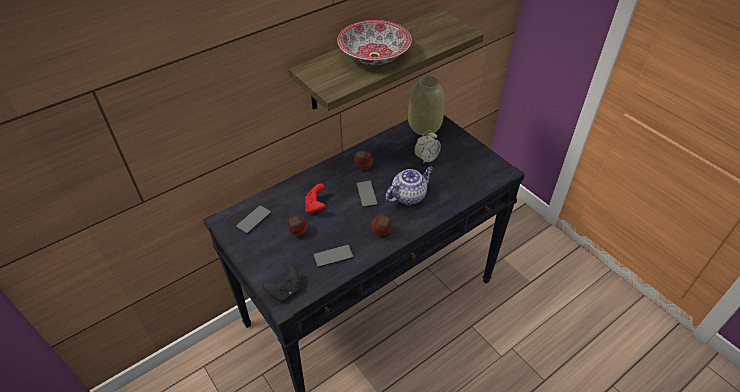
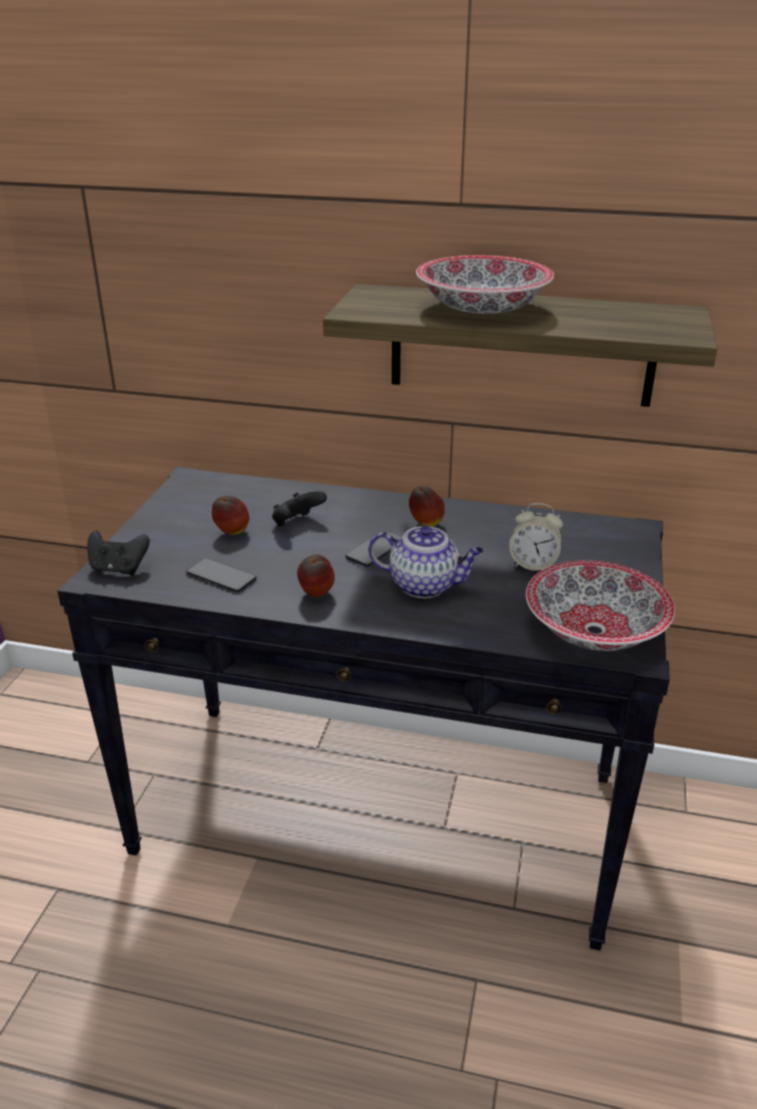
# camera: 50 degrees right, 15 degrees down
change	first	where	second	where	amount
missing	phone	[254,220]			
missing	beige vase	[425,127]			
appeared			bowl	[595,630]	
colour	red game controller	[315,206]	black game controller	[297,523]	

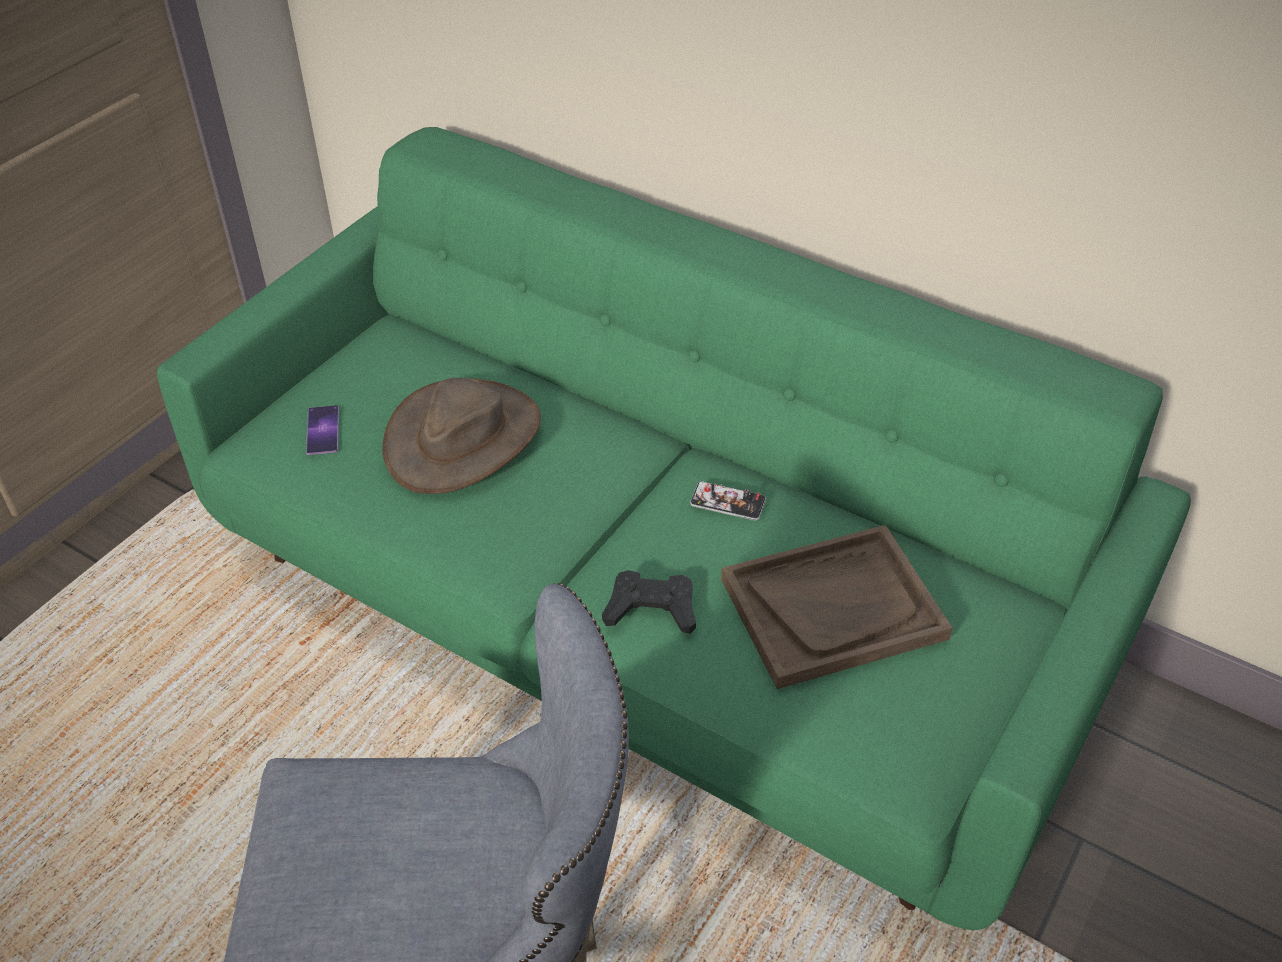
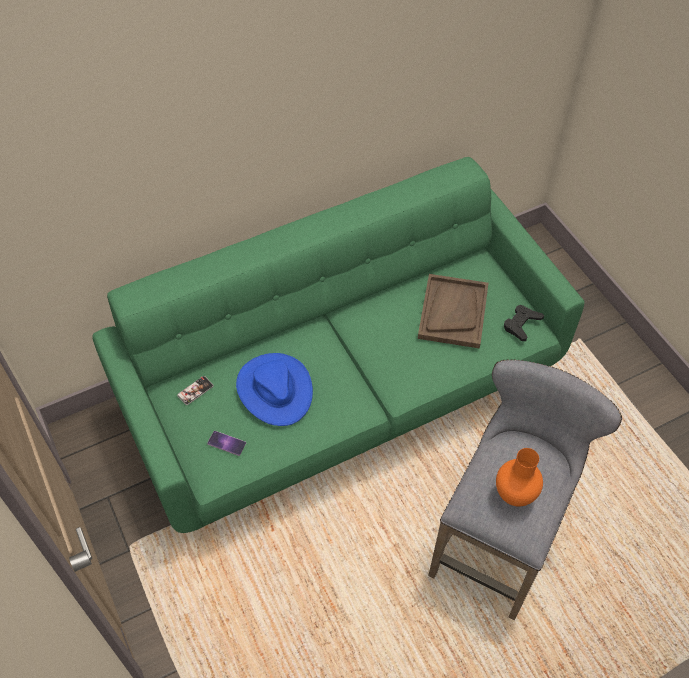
# camera: 60 degrees left, 10 degrees up
change	first	where	second	where	amount
appeared			orange vase	[513,495]	
relocated	black game controller	[651,608]		[521,324]	
relocated	phone	[728,502]		[195,390]	
colour	brown hat	[462,438]	blue hat	[274,389]	

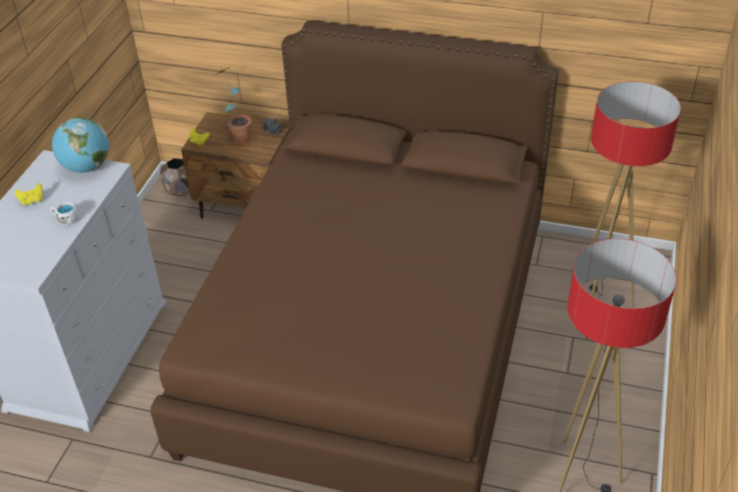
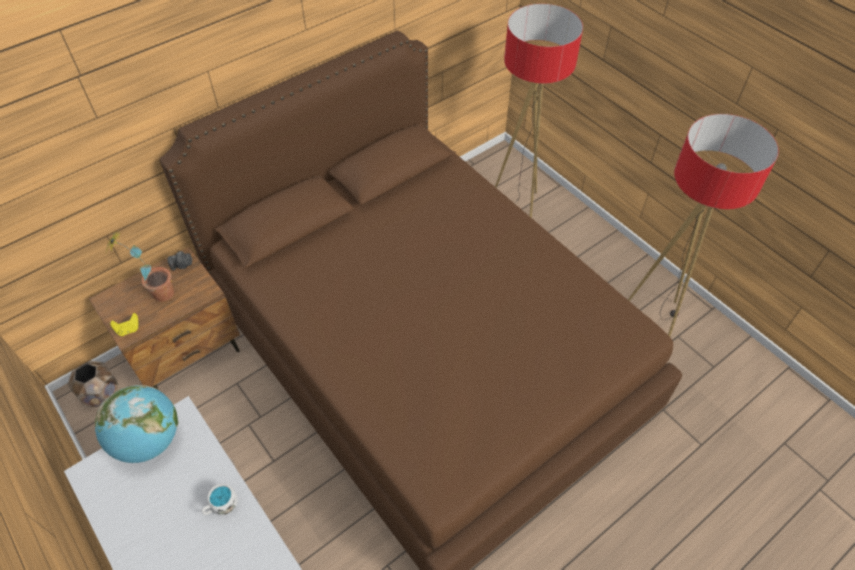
# camera: 55 degrees left, 10 degrees up
change	first	where	second	where	amount
missing	yellow game controller	[32,201]			

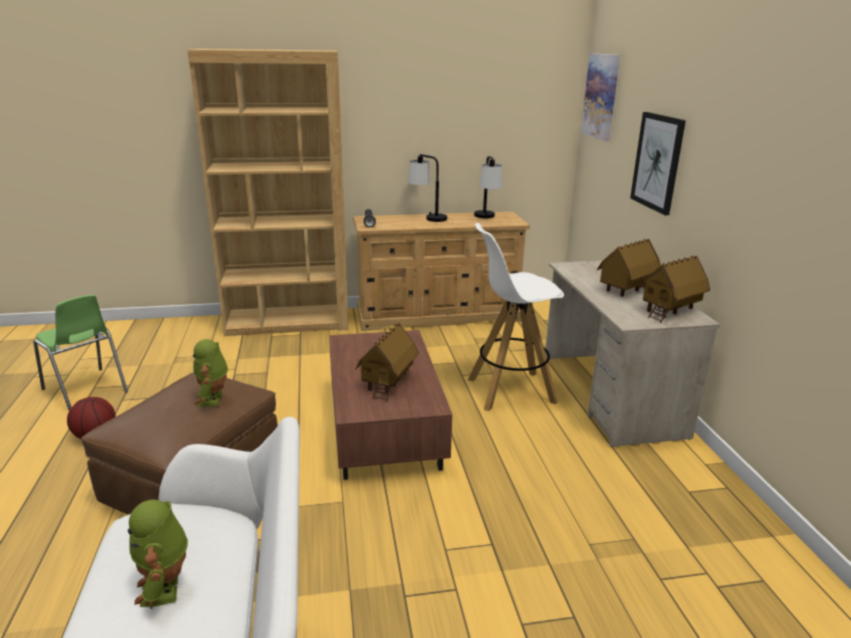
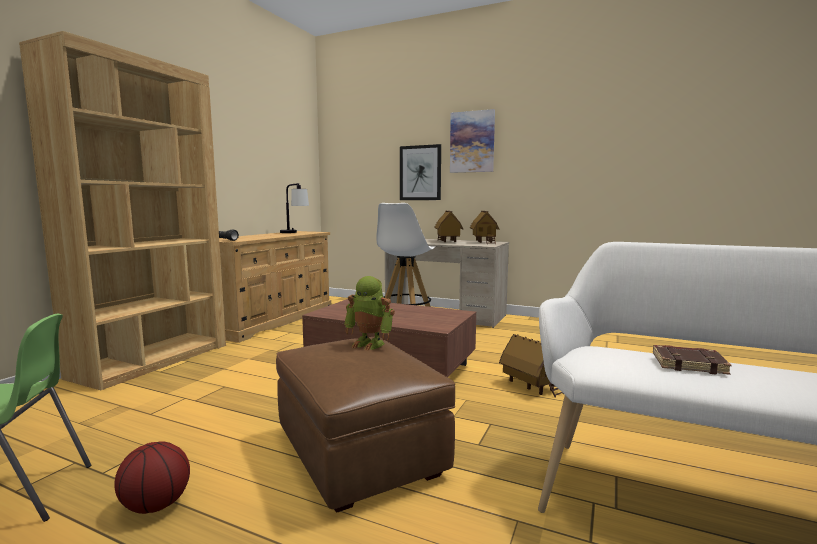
# camera: 55 degrees left, 15 degrees down
change	first	where	second	where	amount
missing	table lamp	[427,217]			
relocated	toy house	[388,382]		[531,386]	
relocated	picture	[601,96]		[472,142]	
exchanged	toy robot	[165,588]	brown book	[689,364]	

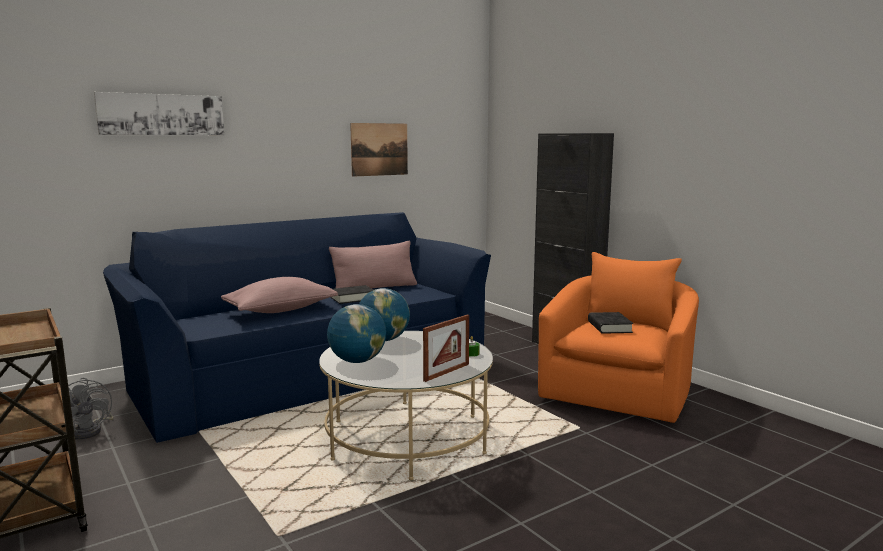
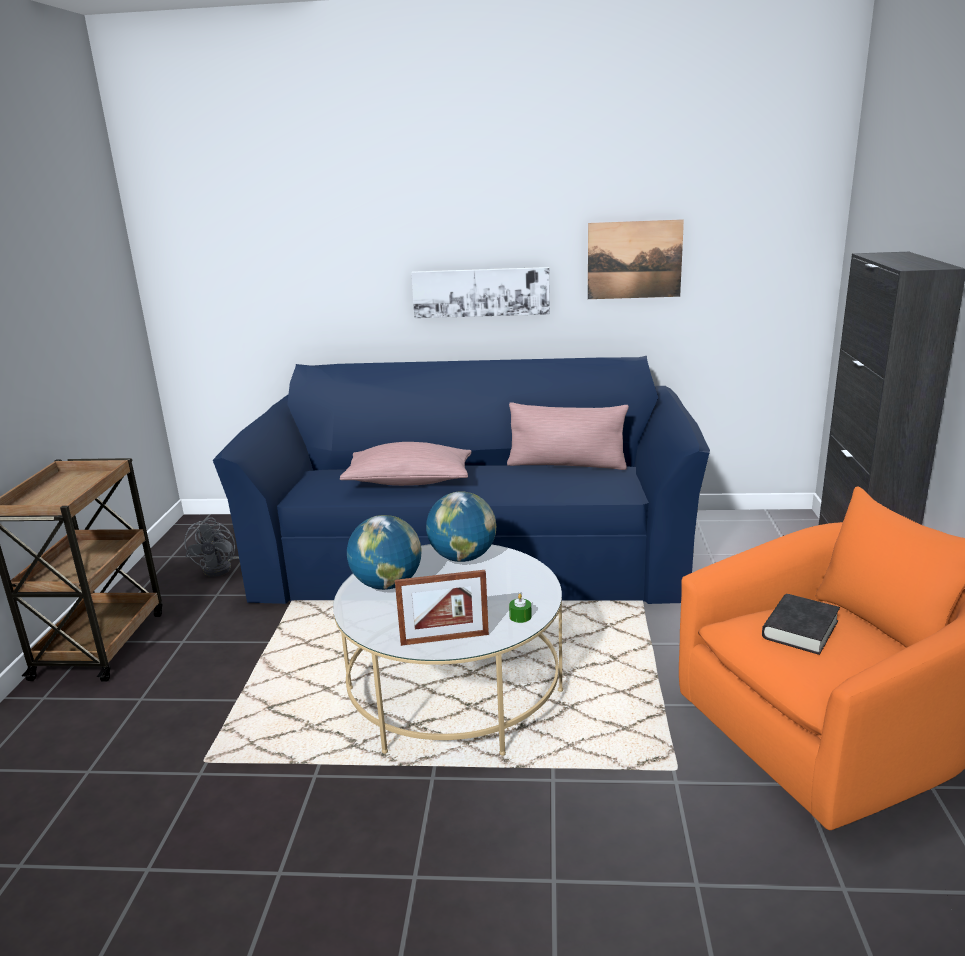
# camera: 40 degrees right, 10 degrees up
change	first	where	second	where	amount
missing	black book	[352,298]			
relocated	picture	[161,114]		[481,292]	

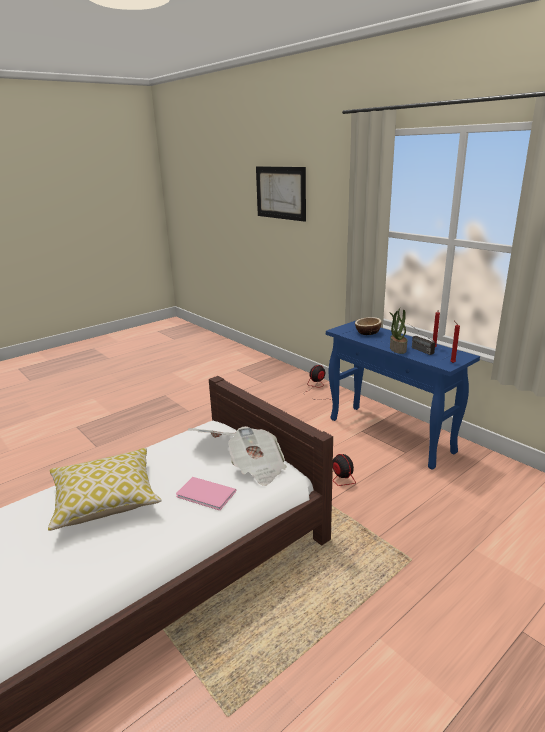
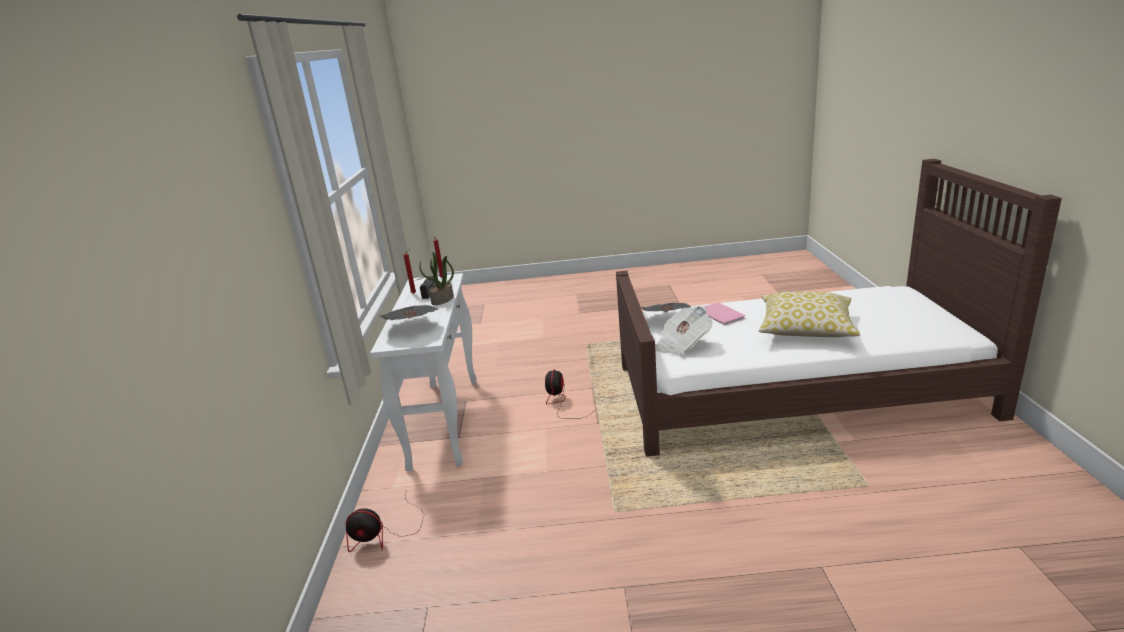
# camera: 140 degrees left, 0 degrees up
change	first	where	second	where	amount
missing	picture	[280,193]			
exchanged	bowl	[367,332]	newspaper	[412,327]	
colour	blue console table	[391,435]	white console table	[444,420]	

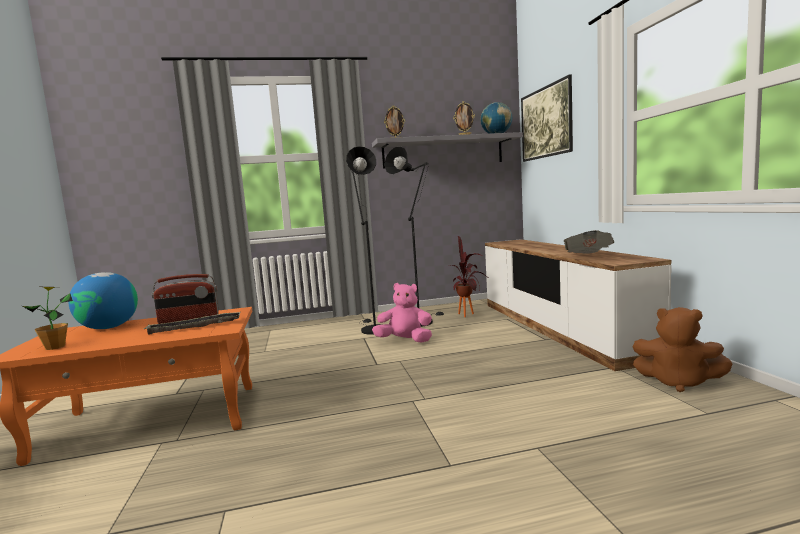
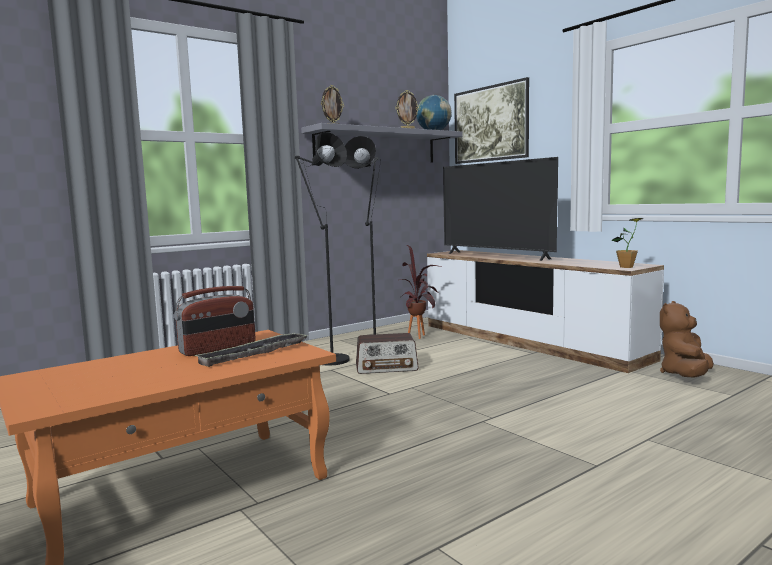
# camera: 25 degrees left, 0 degrees up
change	first	where	second	where	amount
missing	globe	[108,327]			
missing	newspaper	[588,256]			
appeared			television	[496,256]	
relocated	potted plant	[55,347]		[626,267]	
exchanged	pink plush toy	[405,341]	radio	[387,367]	
spun	brown plush toy	[678,382]		[685,376]	120 degrees clockwise

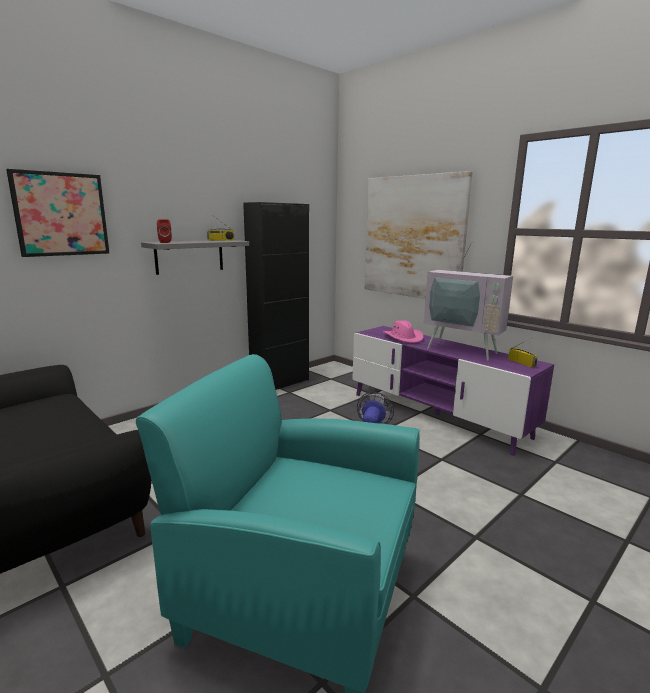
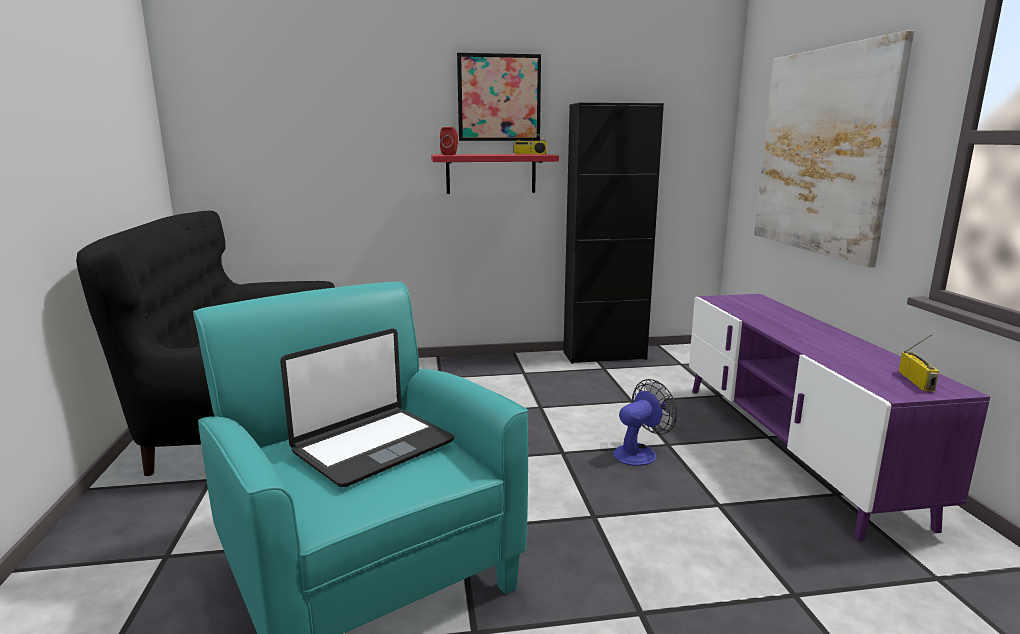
# camera: 35 degrees right, 0 degrees up
change	first	where	second	where	amount
missing	pink hat	[403,338]			
missing	television	[464,349]			
appeared			laptop	[372,446]	
relocated	picture	[61,214]		[499,98]	
colour	grey shelf	[189,256]	red shelf	[491,173]	

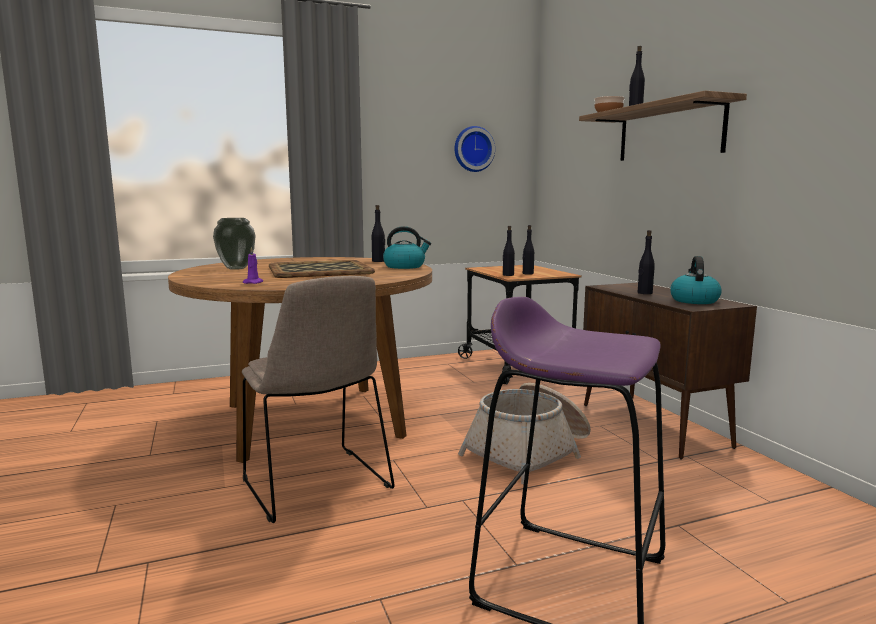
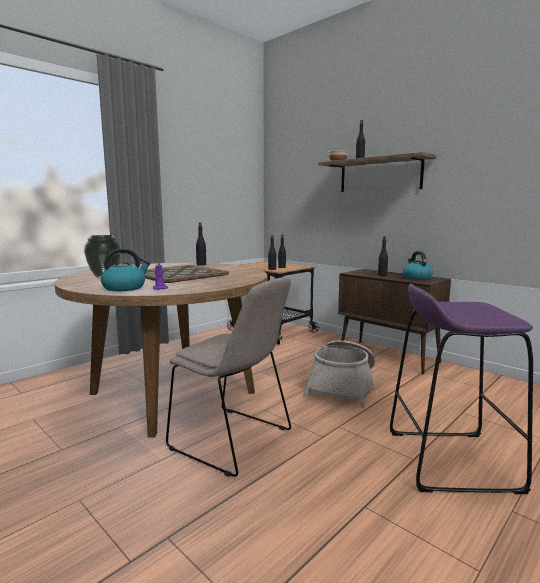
# camera: 25 degrees left, 0 degrees up
change	first	where	second	where	amount
missing	wall clock	[473,149]			
relocated	kettle	[405,266]		[125,288]	

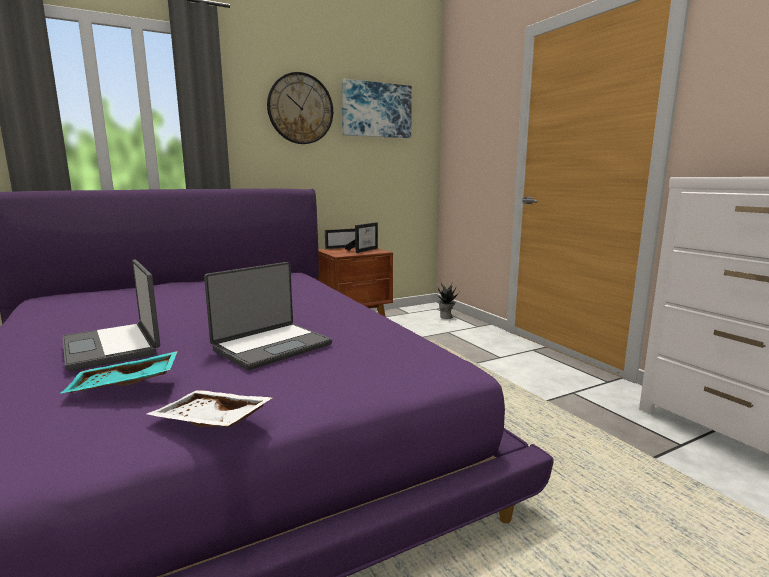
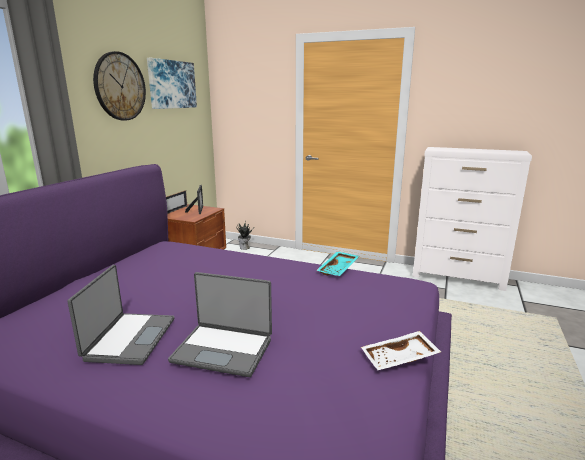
# camera: 40 degrees left, 5 degrees up
change	first	where	second	where	amount
relocated	turquoise tray	[125,385]		[339,269]	
relocated	laptop	[271,346]		[129,339]	

